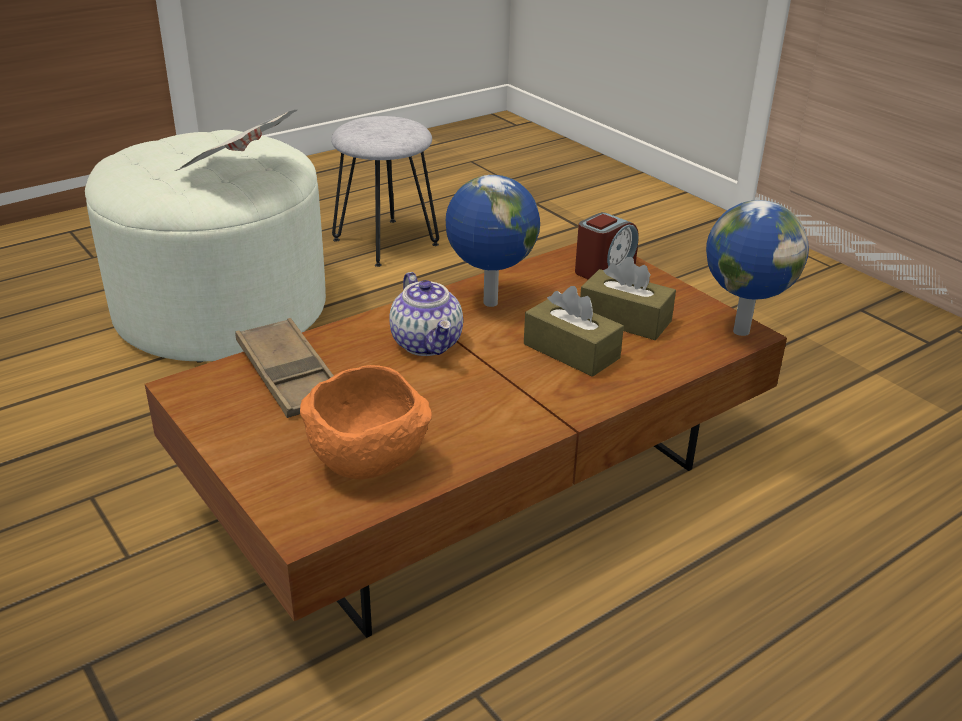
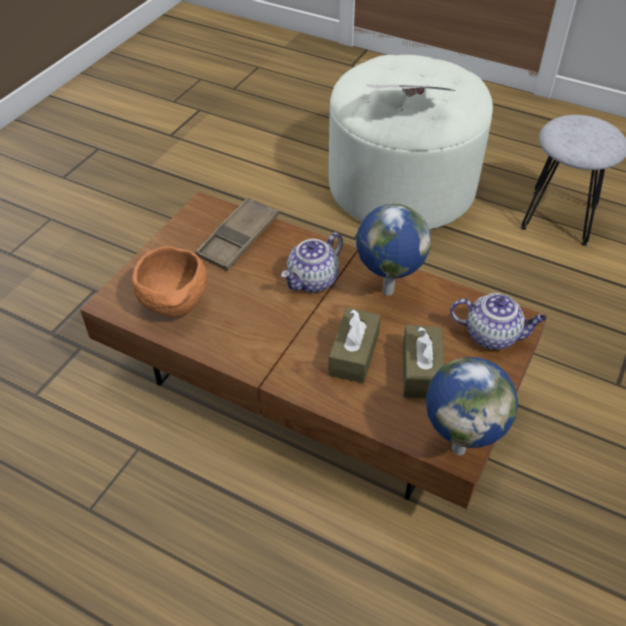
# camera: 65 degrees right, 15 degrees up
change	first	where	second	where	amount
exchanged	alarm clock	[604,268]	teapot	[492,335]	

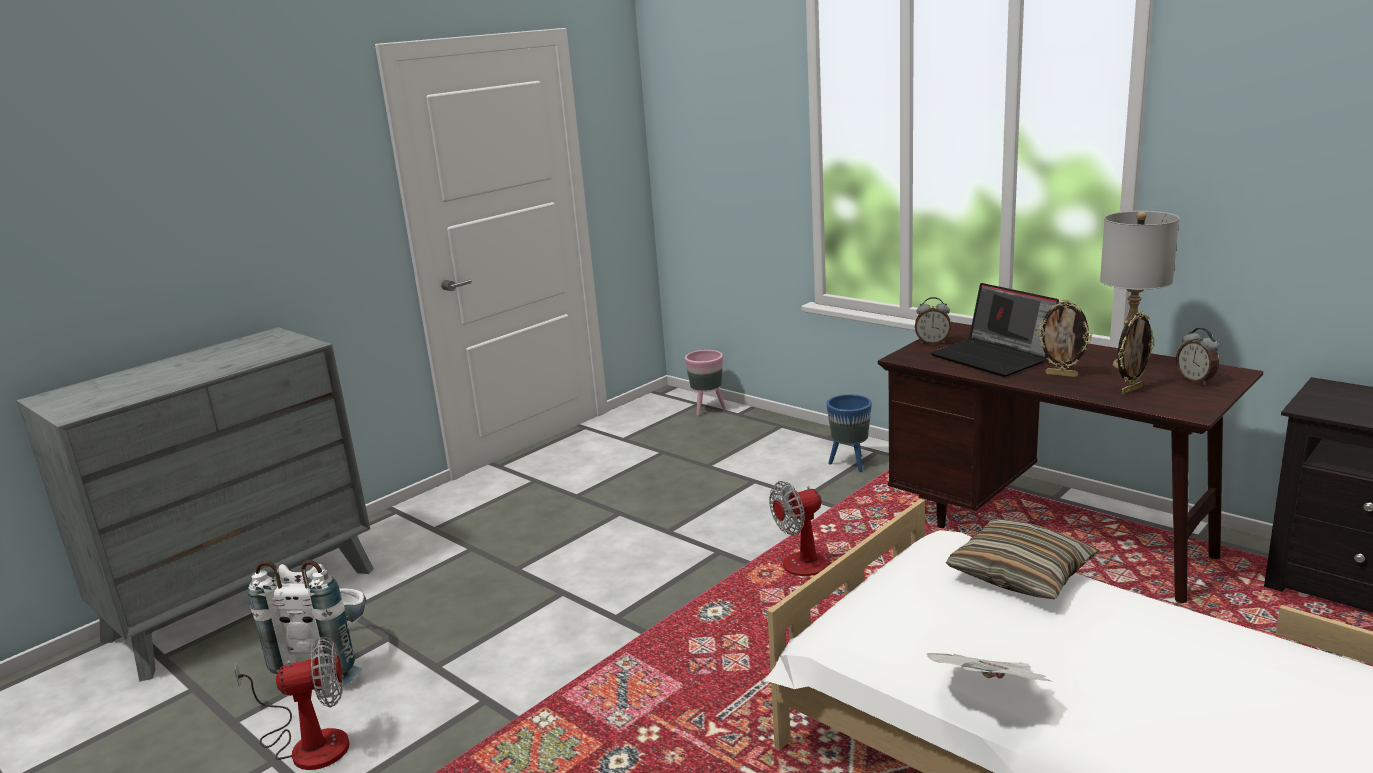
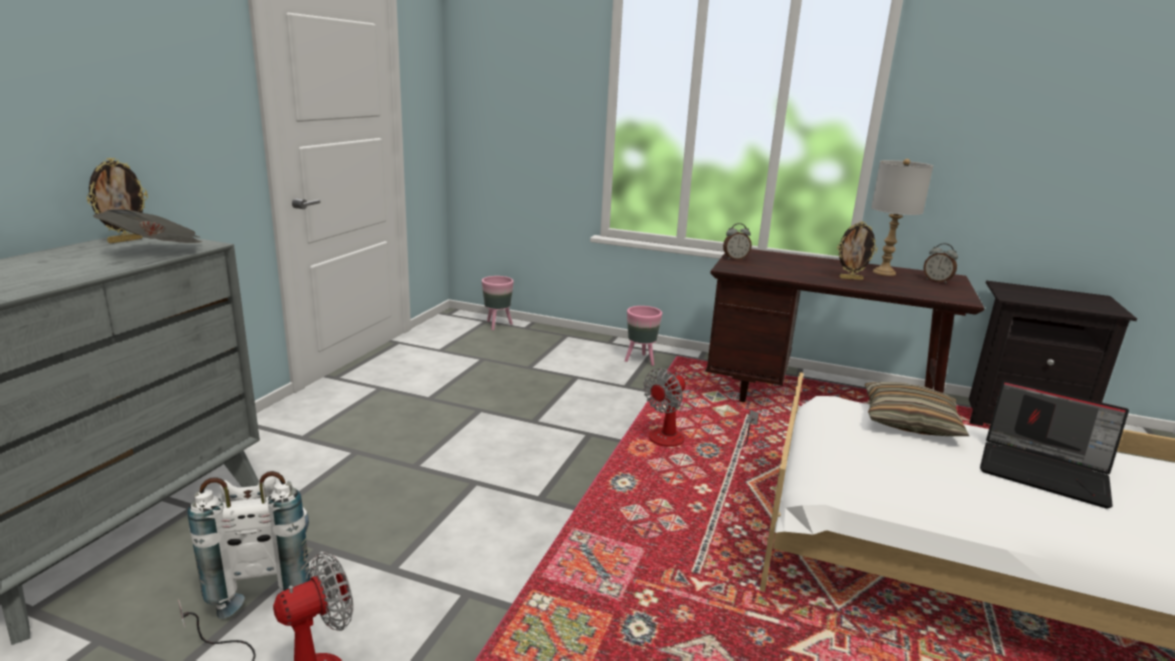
# camera: 25 degrees left, 0 degrees up
change	first	where	second	where	amount
relocated	newspaper	[990,693]		[158,252]	
relocated	laptop	[994,357]		[1045,471]	
relocated	picture frame	[1131,390]		[125,240]	
colour	blue planter	[850,464]	pink planter	[641,360]	

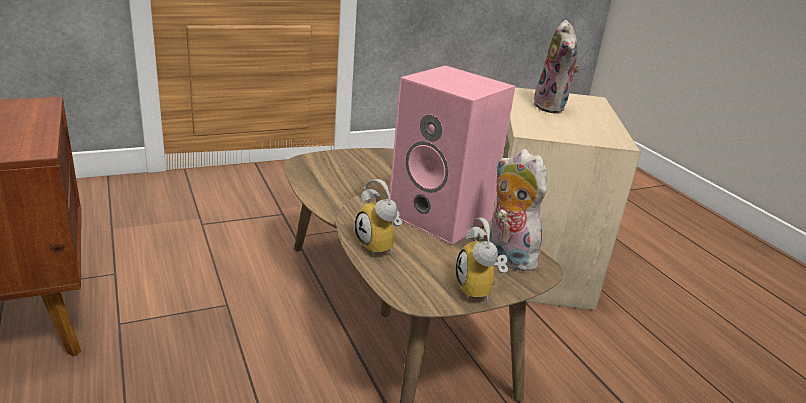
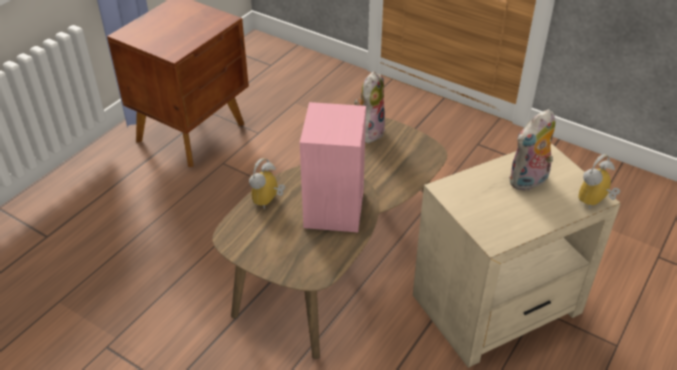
# camera: 60 degrees right, 15 degrees up
change	first	where	second	where	amount
relocated	alarm clock	[480,291]		[595,203]	
relocated	plush toy	[506,256]		[369,131]	

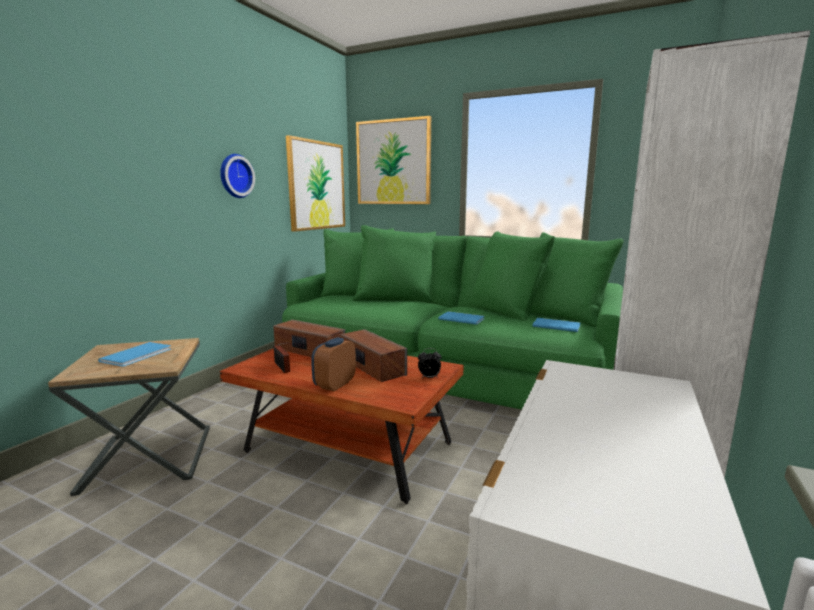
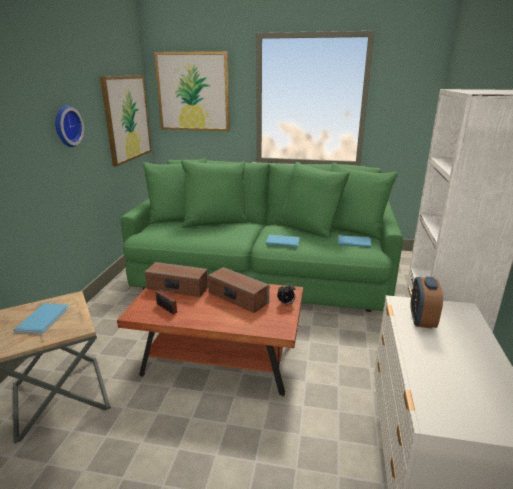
# camera: 15 degrees left, 10 degrees up
change	first	where	second	where	amount
relocated	alarm clock	[335,385]		[421,320]	

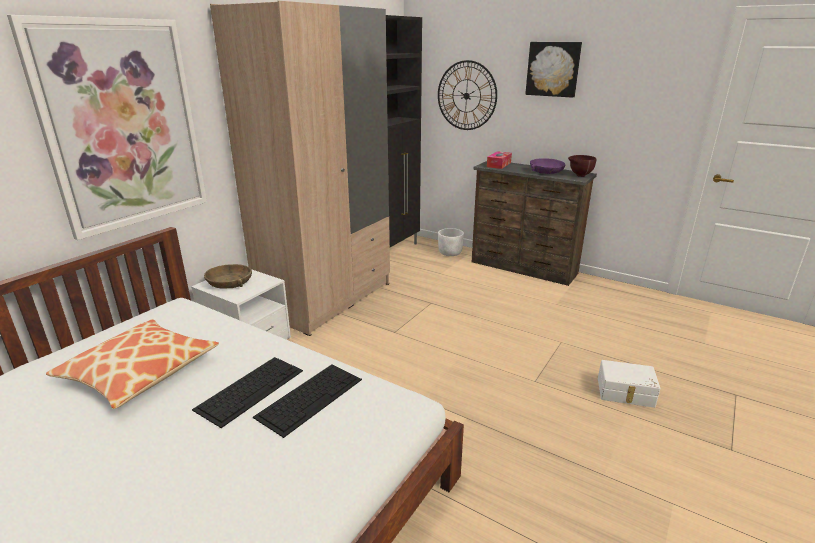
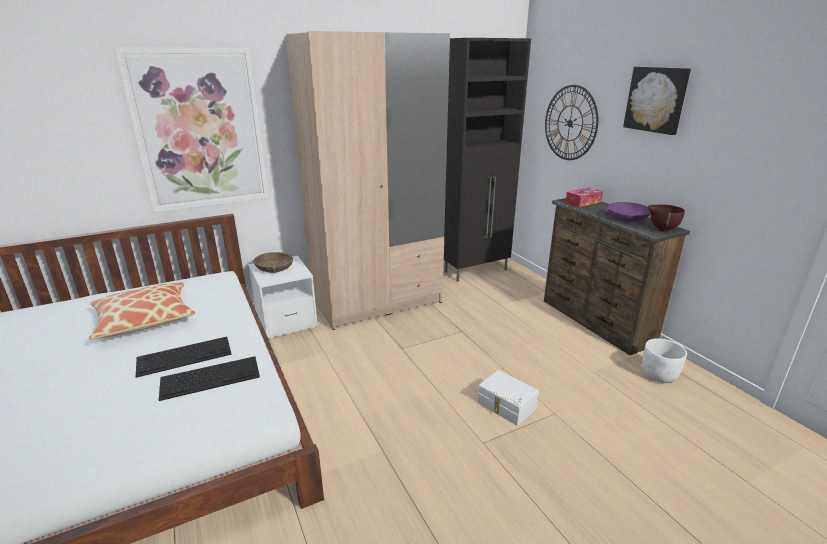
# camera: 30 degrees right, 0 degrees up
change	first	where	second	where	amount
relocated	white planter	[450,253]		[659,375]	
relocated	white storage box	[625,393]		[506,406]	

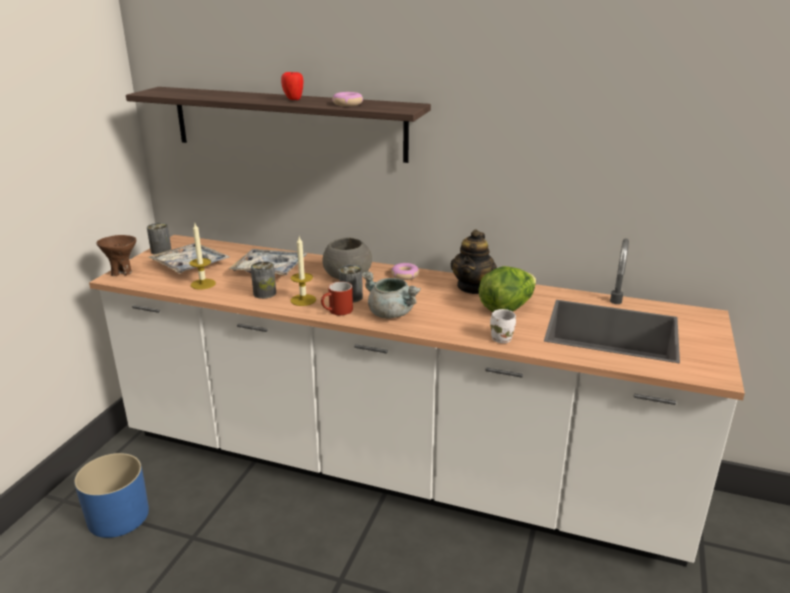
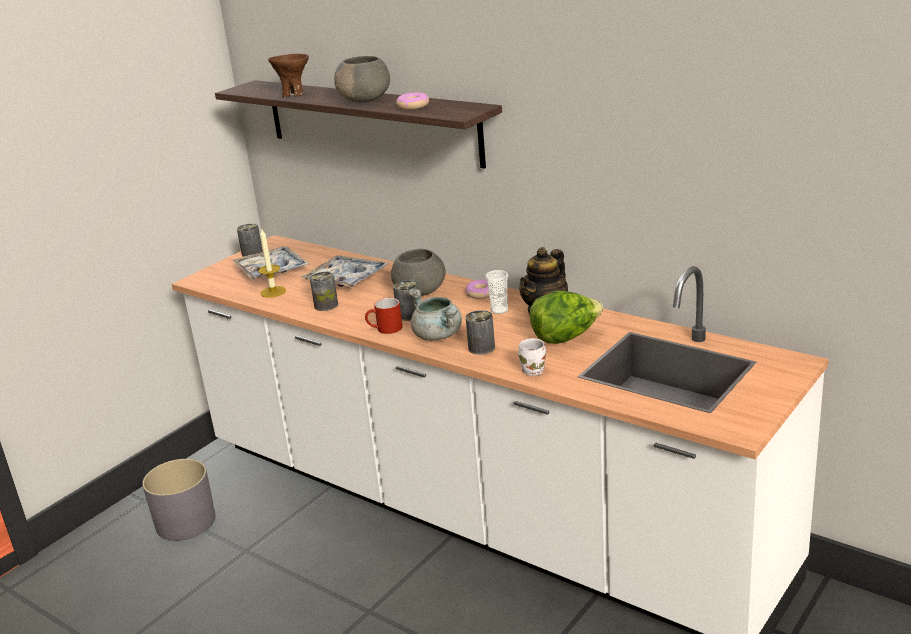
# camera: 20 degrees right, 0 degrees up
change	first	where	second	where	amount
missing	candle	[303,300]			
appeared			can	[481,348]	
appeared			cup	[499,310]	
relocated	brown bowl	[121,272]		[293,95]	
exchanged	apple	[293,99]	grey bowl	[365,99]	
colour	blue planter	[118,515]	grey planter	[186,522]	

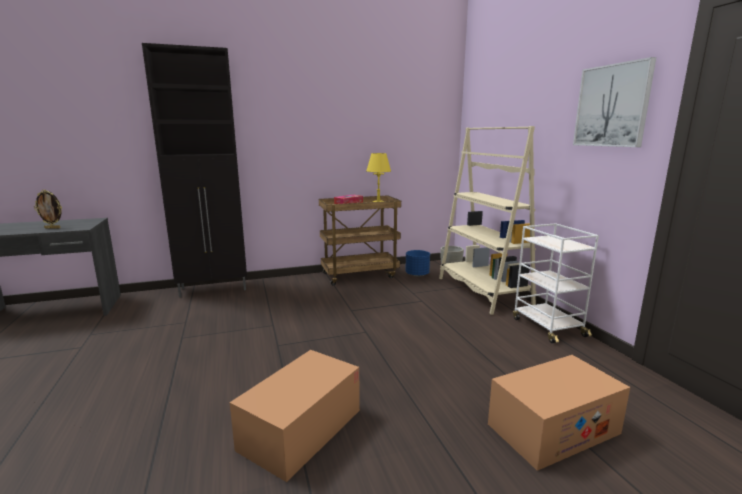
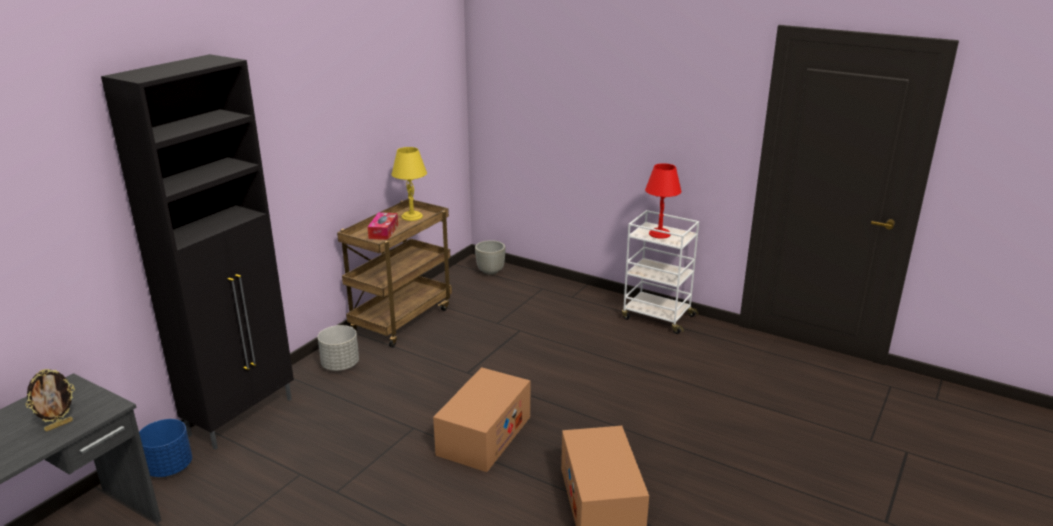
# camera: 40 degrees left, 10 degrees up
change	first	where	second	where	amount
missing	beige bookcase	[483,291]			
missing	picture	[612,106]			
appeared			grey planter	[340,365]	
appeared			red table lamp	[660,234]	
relocated	blue planter	[417,275]		[169,467]	
relocated	cardboard box	[553,428]		[484,435]	

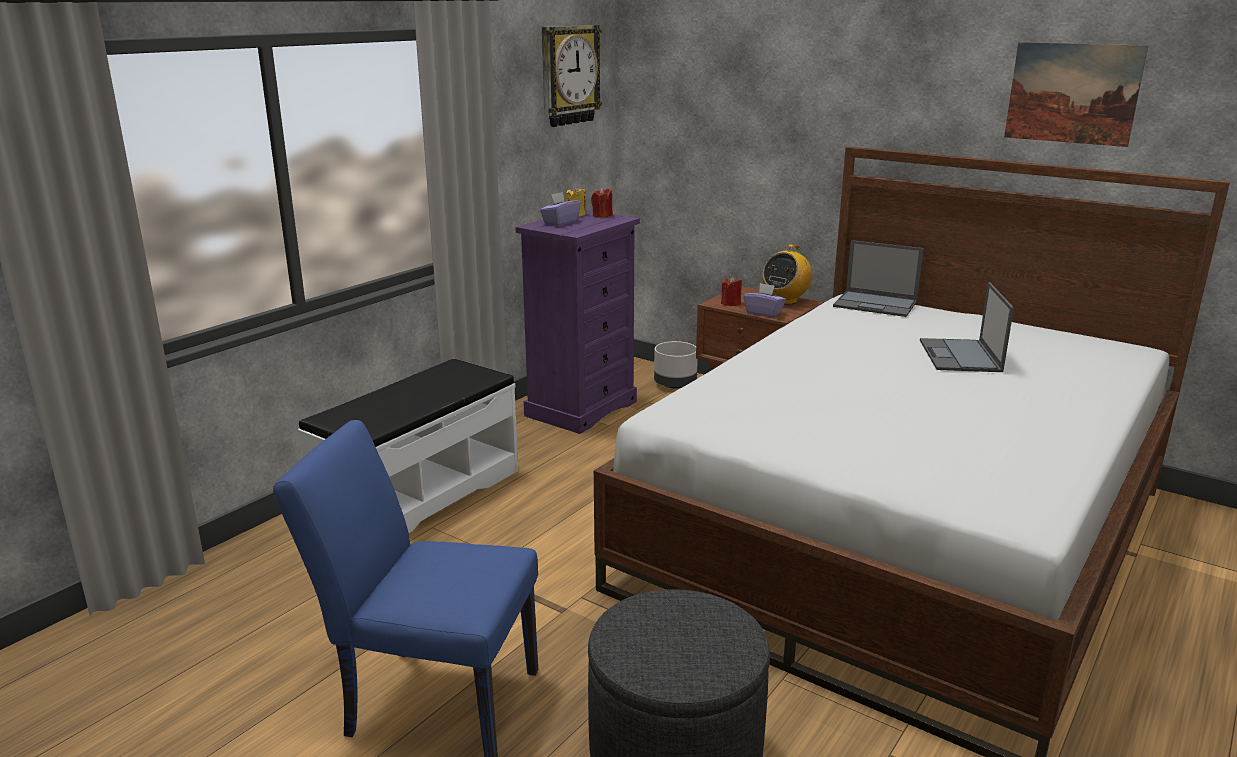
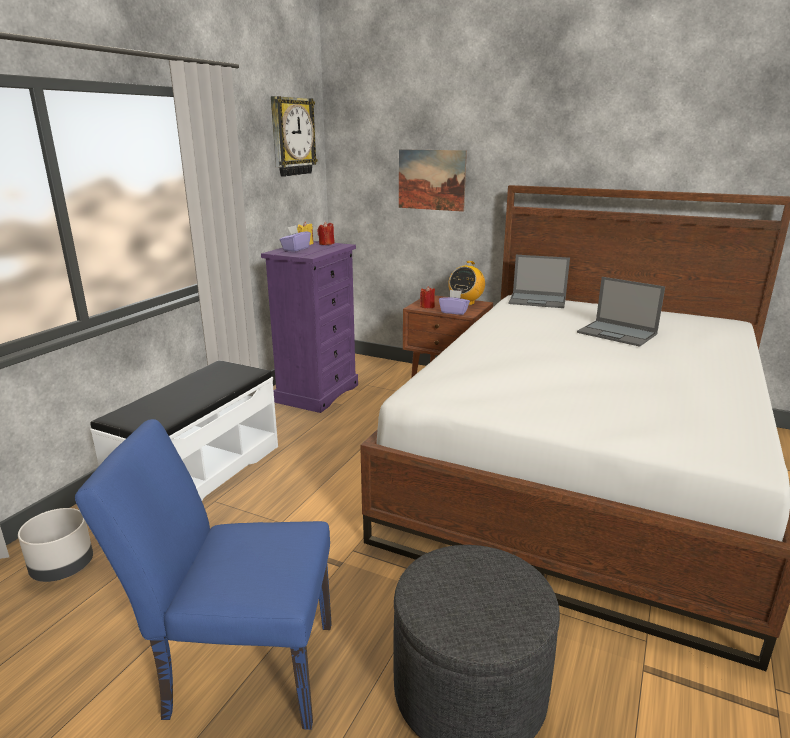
# camera: 10 degrees left, 0 degrees up
change	first	where	second	where	amount
relocated	grey planter	[675,385]		[63,568]	
relocated	picture	[1072,93]		[431,180]	
spun	laptop	[960,356]		[618,333]	45 degrees counterclockwise

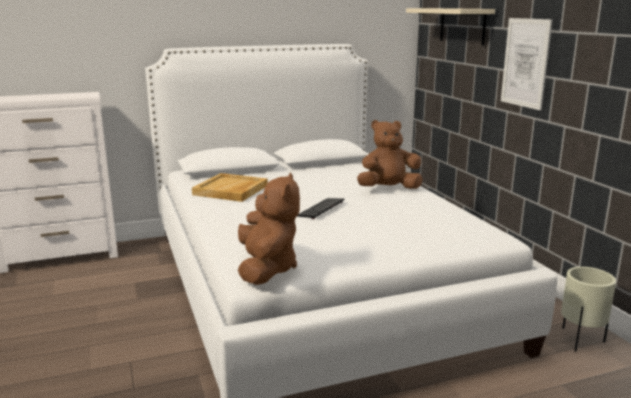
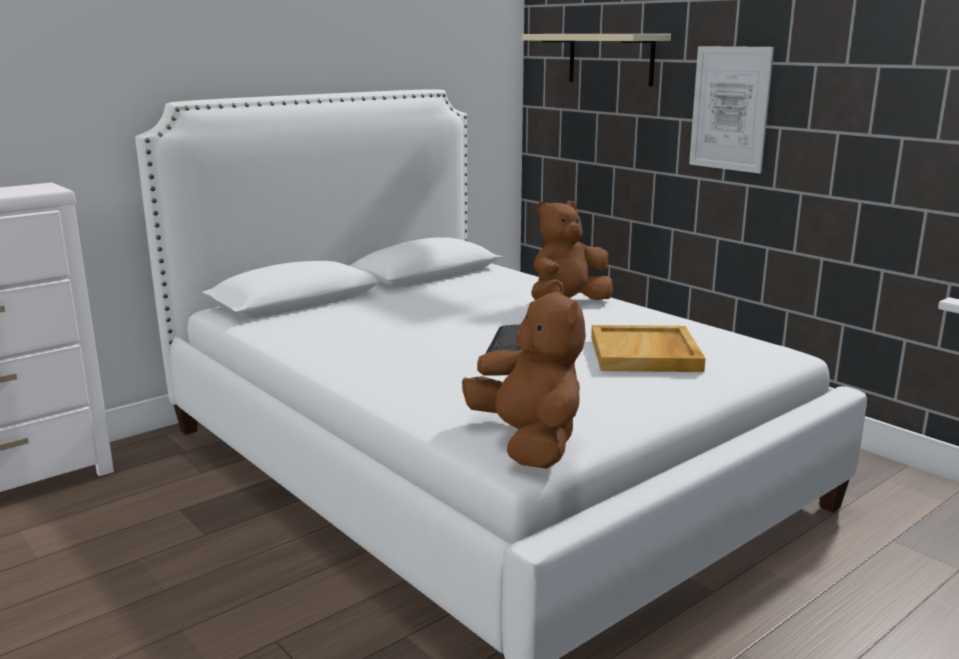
# camera: 20 degrees left, 0 degrees up
change	first	where	second	where	amount
missing	beige planter	[580,341]			
relocated	beige tray	[231,190]		[645,354]	

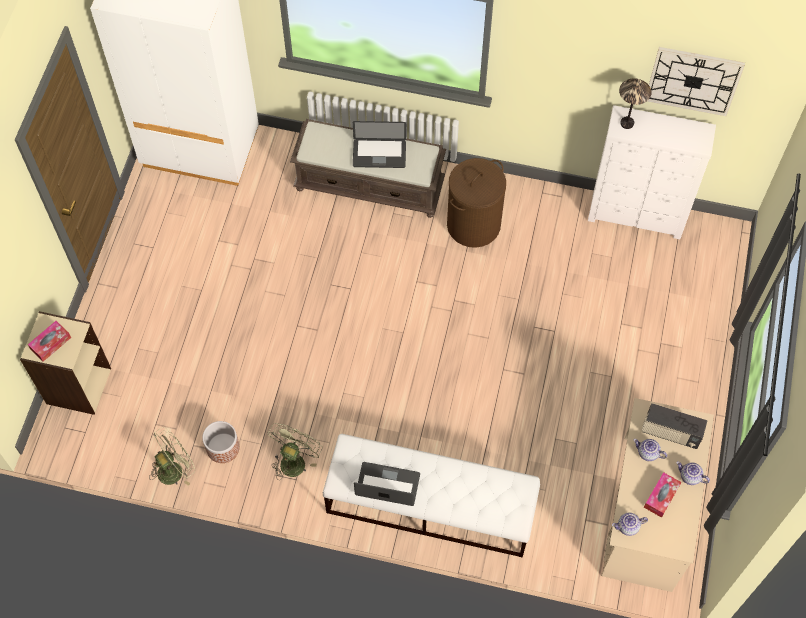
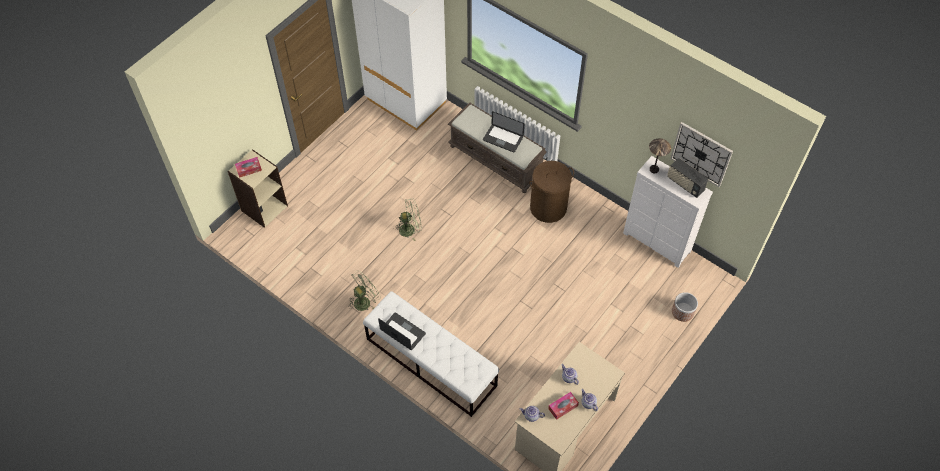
# camera: 25 degrees right, 5 degrees down
change	first	where	second	where	amount
relocated	green fan	[174,469]		[410,229]	
relocated	planter	[222,448]		[682,311]	
relocated	radio	[670,433]		[685,184]	

